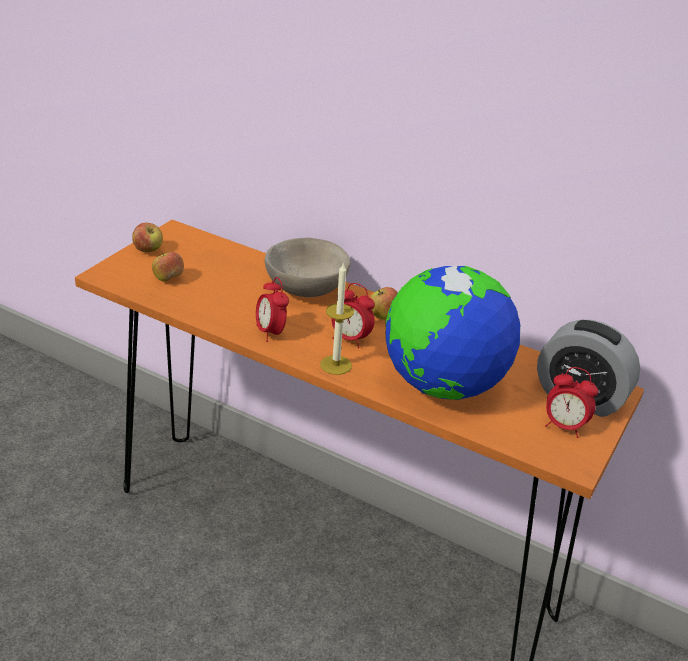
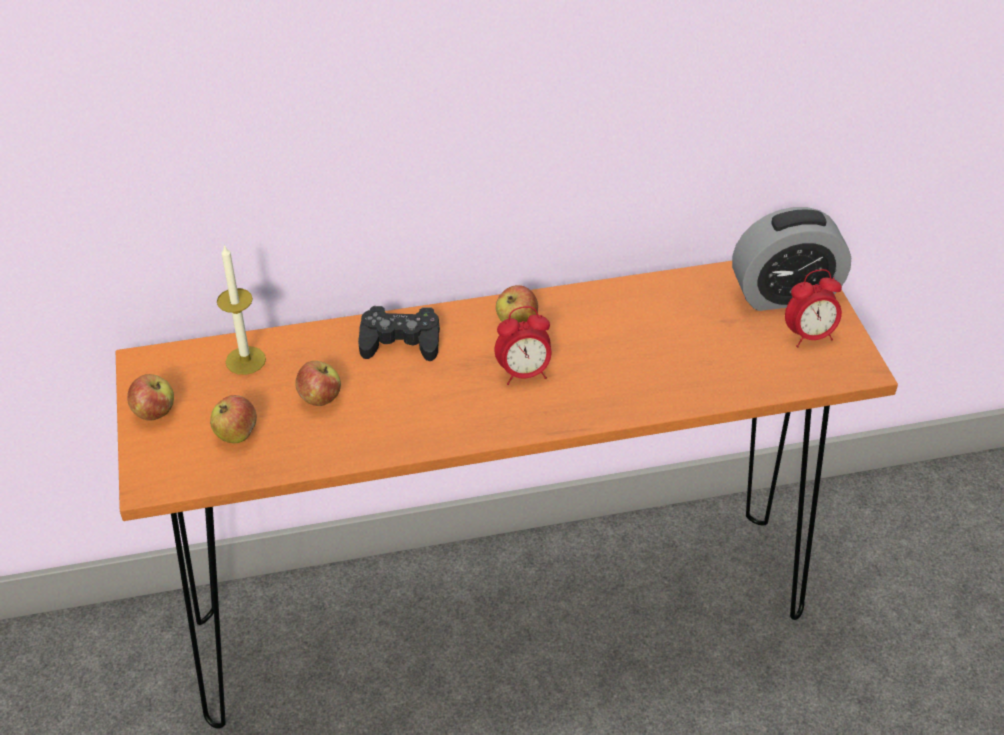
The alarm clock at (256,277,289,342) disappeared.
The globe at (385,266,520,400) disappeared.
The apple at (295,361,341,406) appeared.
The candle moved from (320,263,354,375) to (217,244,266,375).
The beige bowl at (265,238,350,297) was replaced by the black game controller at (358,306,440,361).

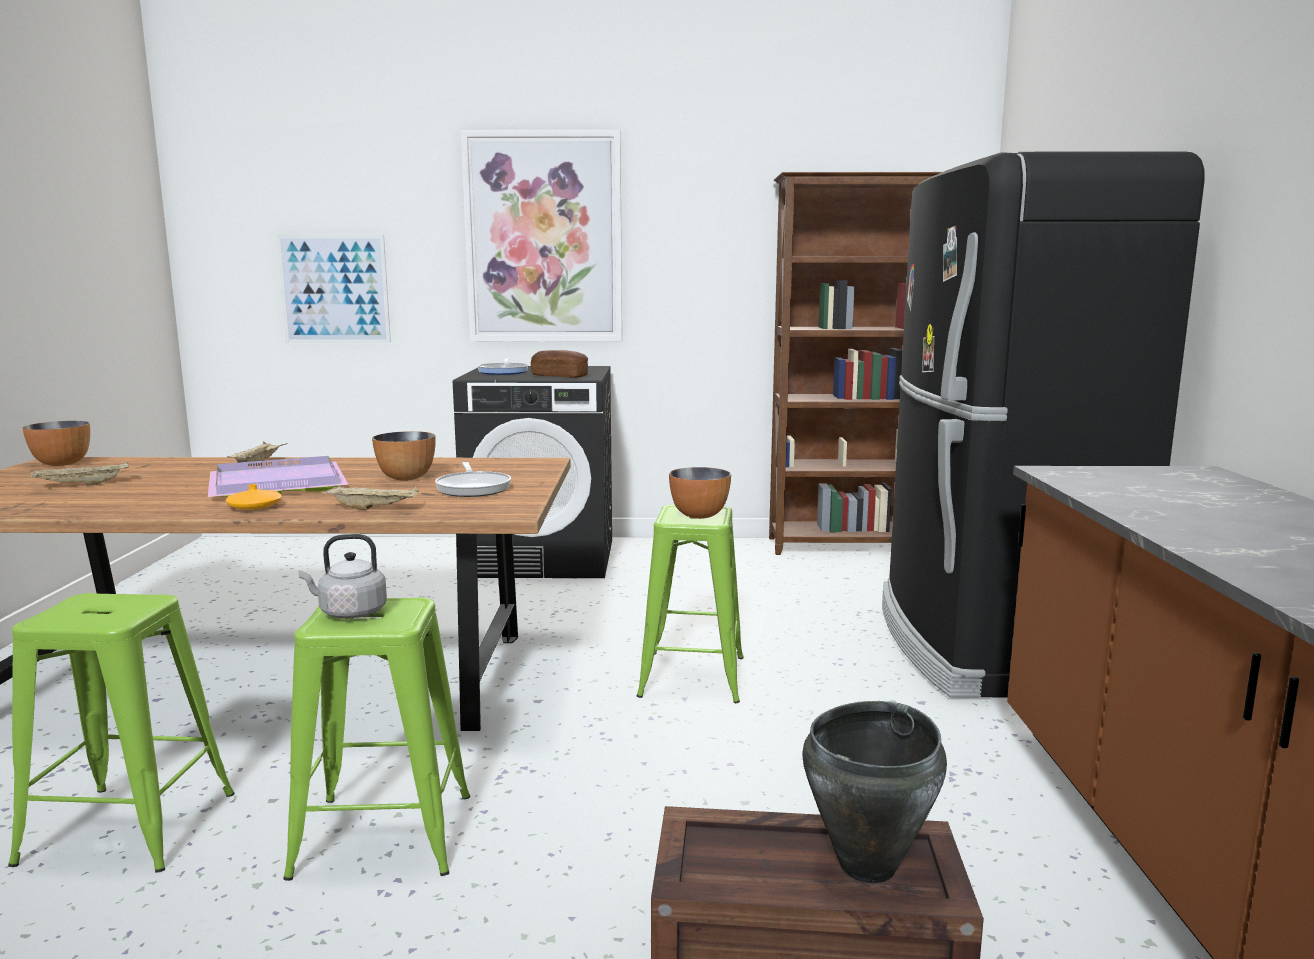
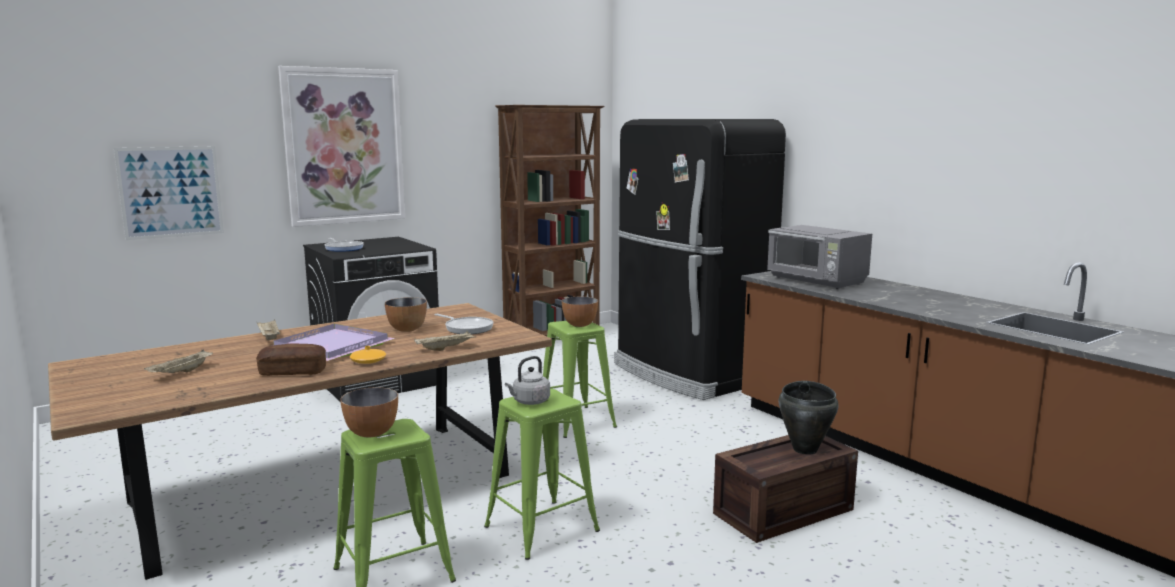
The grey microwave at (767,225,872,289) appeared.
The bowl moved from (23,421,90,466) to (340,387,398,437).
The bread moved from (531,350,588,378) to (256,343,326,376).

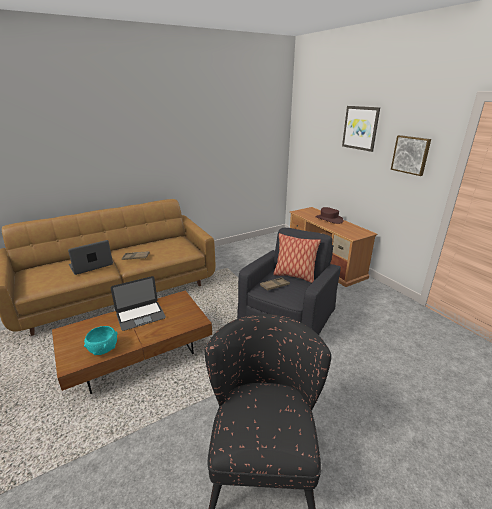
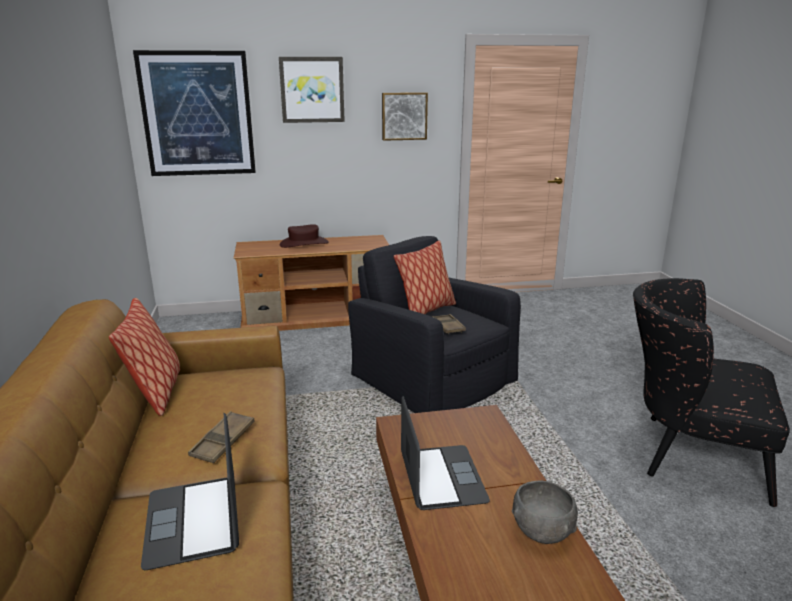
The pillow at (109,298,180,416) appeared.
The picture at (133,50,256,176) appeared.
The turquoise bowl at (84,326,118,355) became the grey bowl at (512,480,578,544).

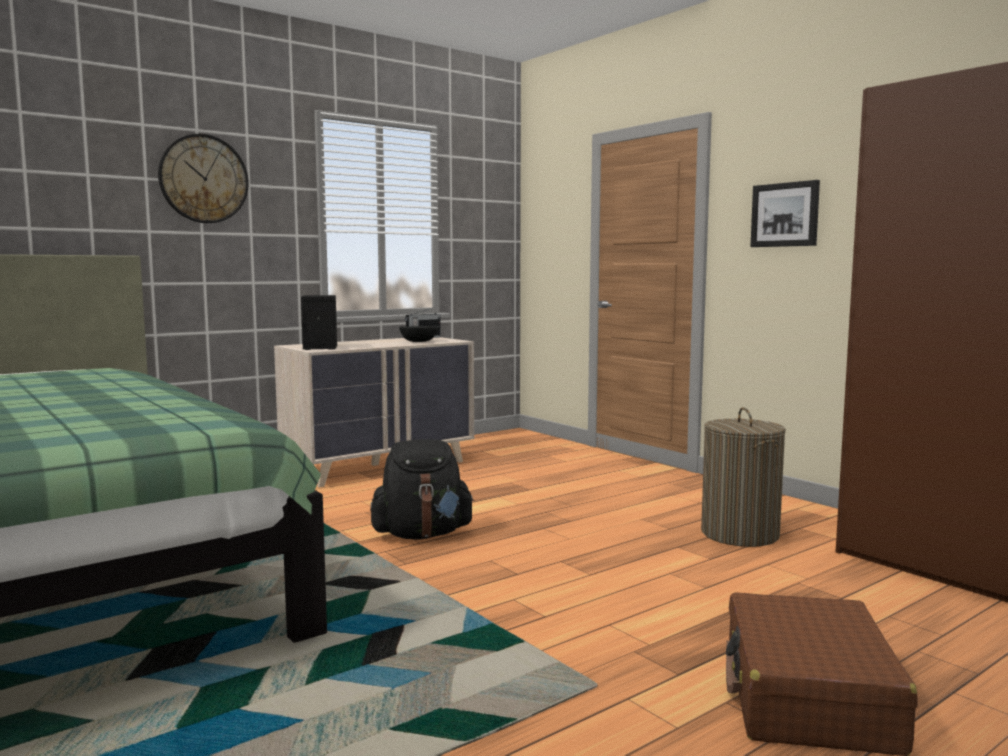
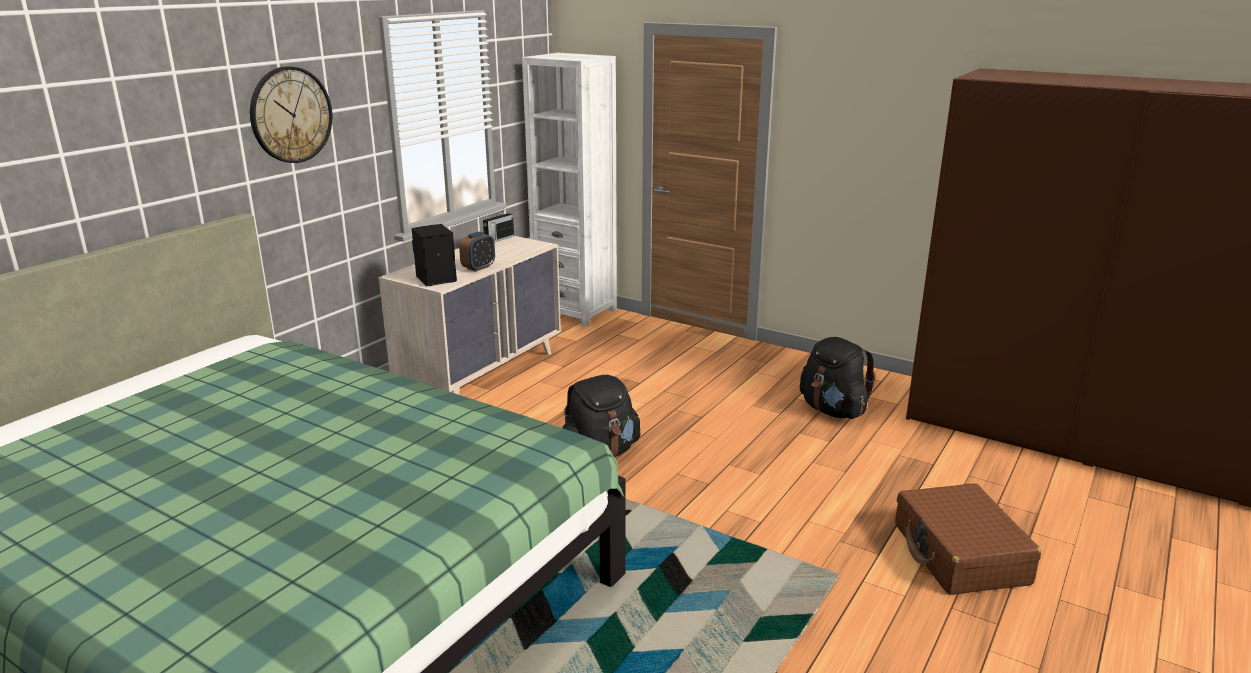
The black bowl at (399,326,439,342) disappeared.
The picture at (750,180,820,247) disappeared.
The alarm clock at (459,232,495,272) appeared.
The white bookcase at (522,53,617,327) appeared.
The laundry basket at (701,407,786,547) was replaced by the black backpack at (800,337,875,419).

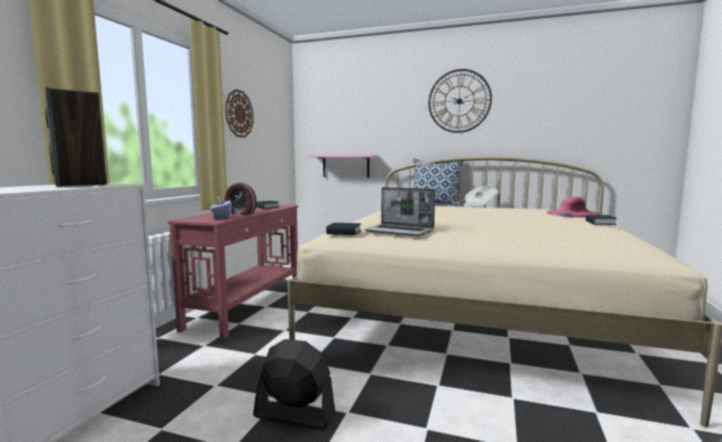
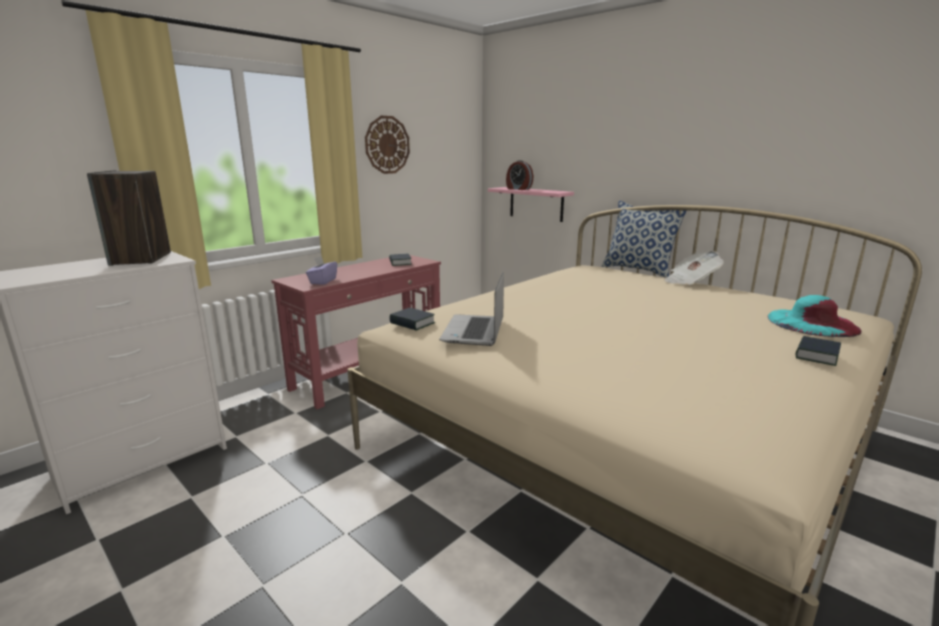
The black fan at (253,339,336,430) disappeared.
The wall clock at (428,69,492,133) disappeared.
The alarm clock moved from (224,182,257,215) to (506,160,533,190).
The pink hat at (547,197,600,217) became the turquoise hat at (768,295,861,337).
The laptop at (364,187,435,236) turned 45 degrees clockwise.

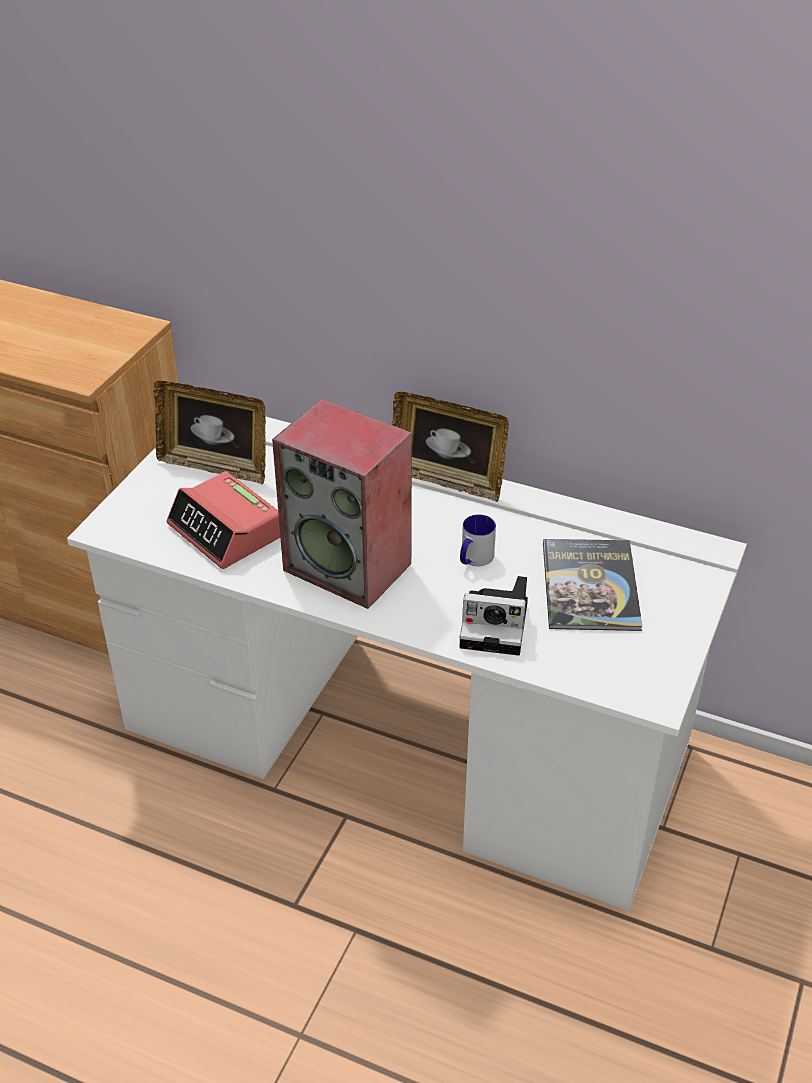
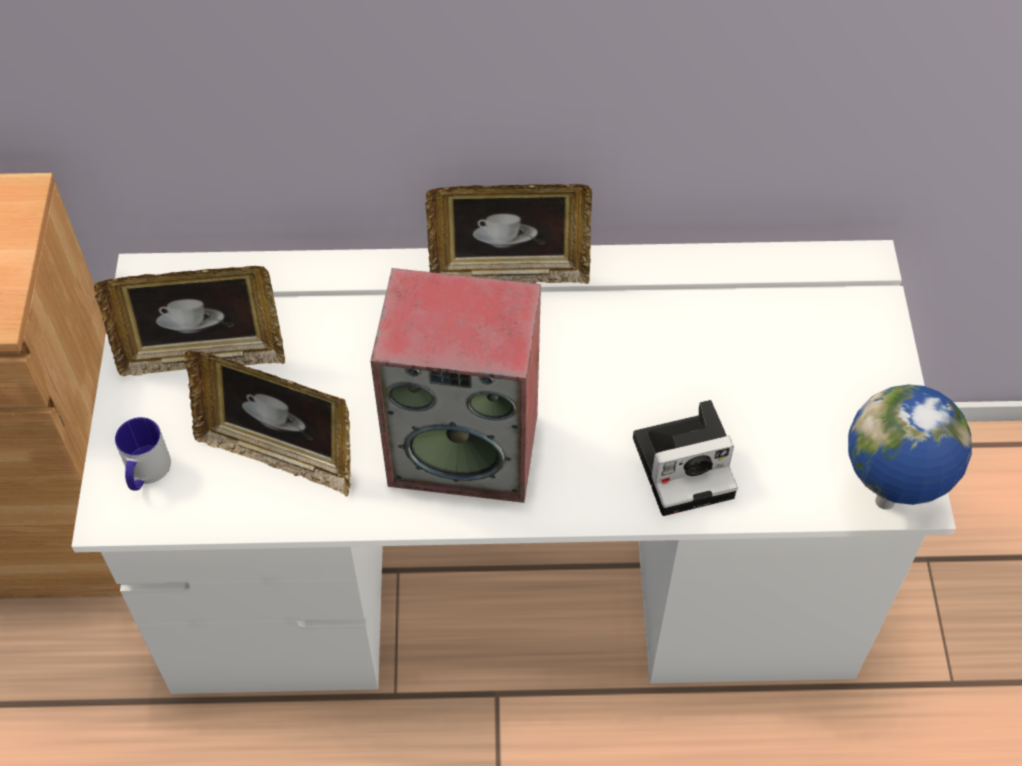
The book at (543,539,642,631) disappeared.
The globe at (848,384,972,510) appeared.
The mug moved from (460,514,496,566) to (115,417,171,491).
The alarm clock at (167,471,280,569) was replaced by the picture frame at (184,350,351,496).

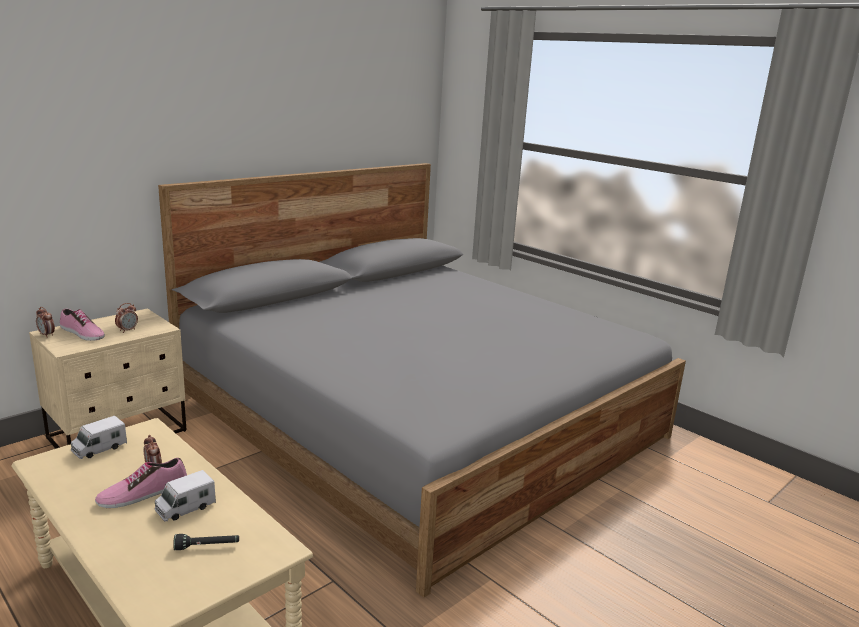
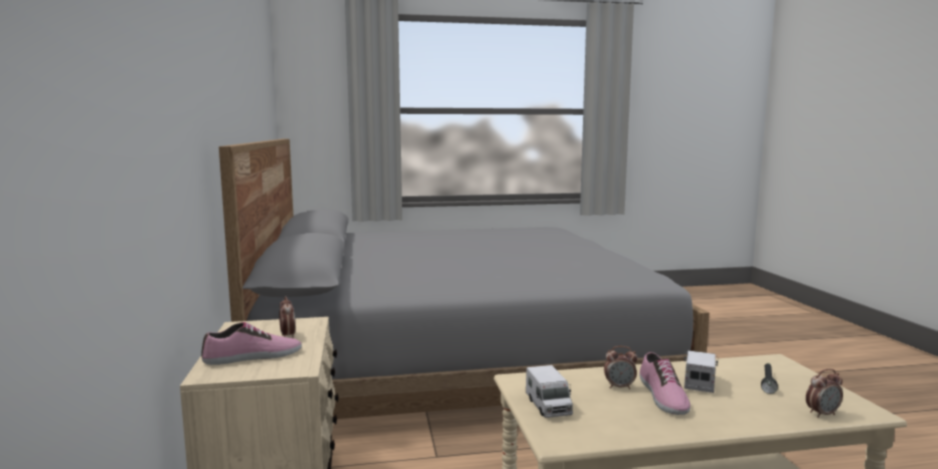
The alarm clock moved from (36,307,55,338) to (806,369,843,418).
The toy truck at (154,470,216,521) turned 150 degrees counterclockwise.

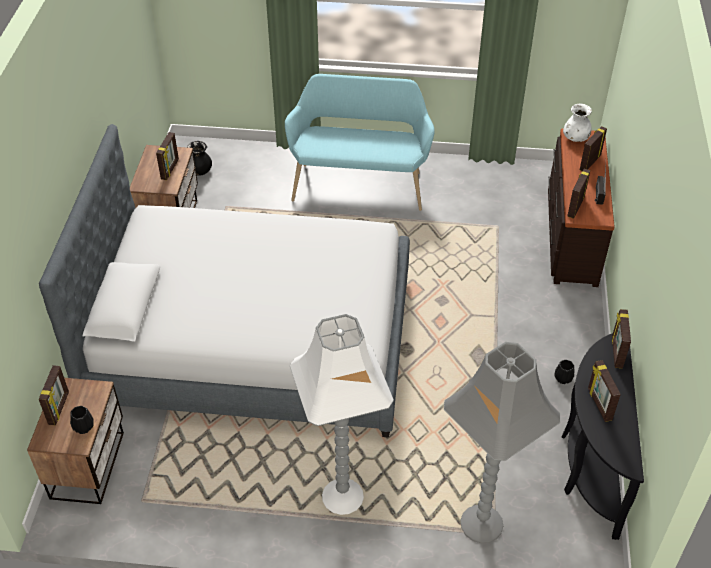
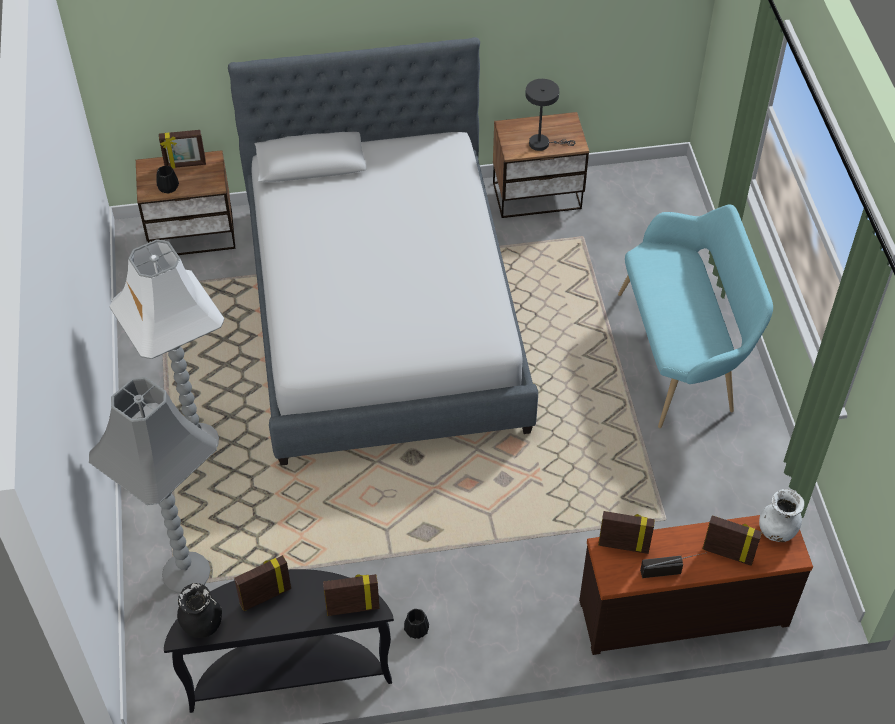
The black vase moved from (187,141,212,176) to (177,583,222,638).
The picture frame at (156,132,179,180) was replaced by the grey table lamp at (525,79,575,151).

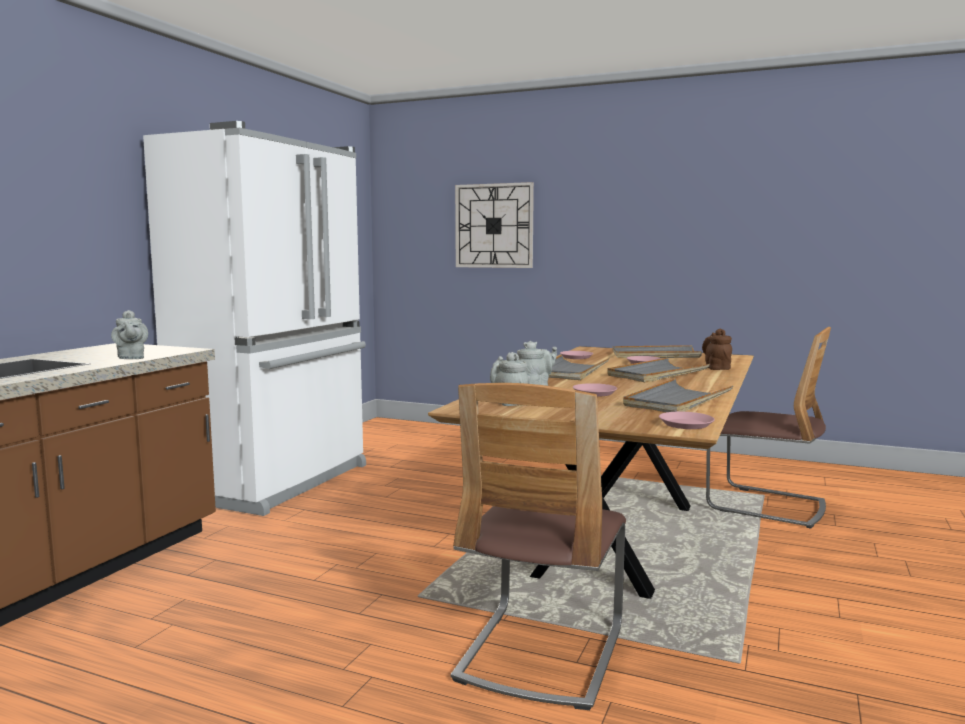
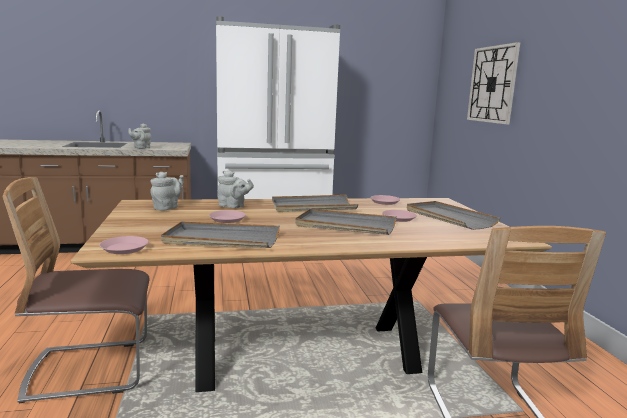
The brown teapot at (702,329,732,370) disappeared.

